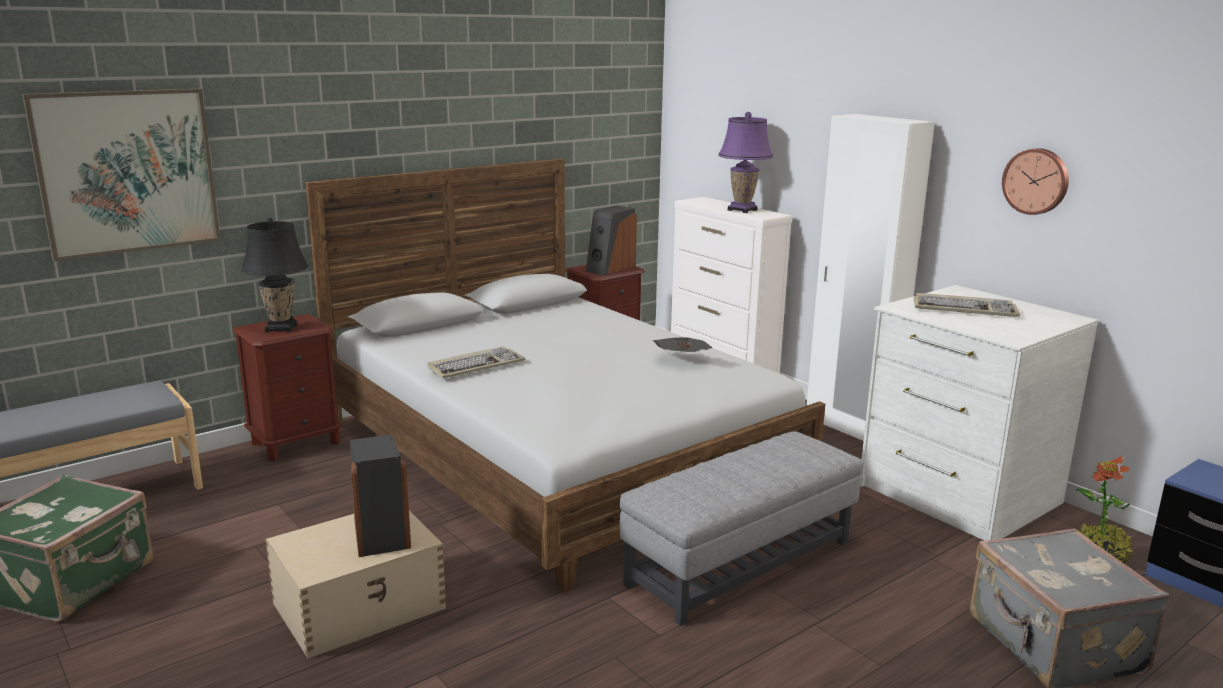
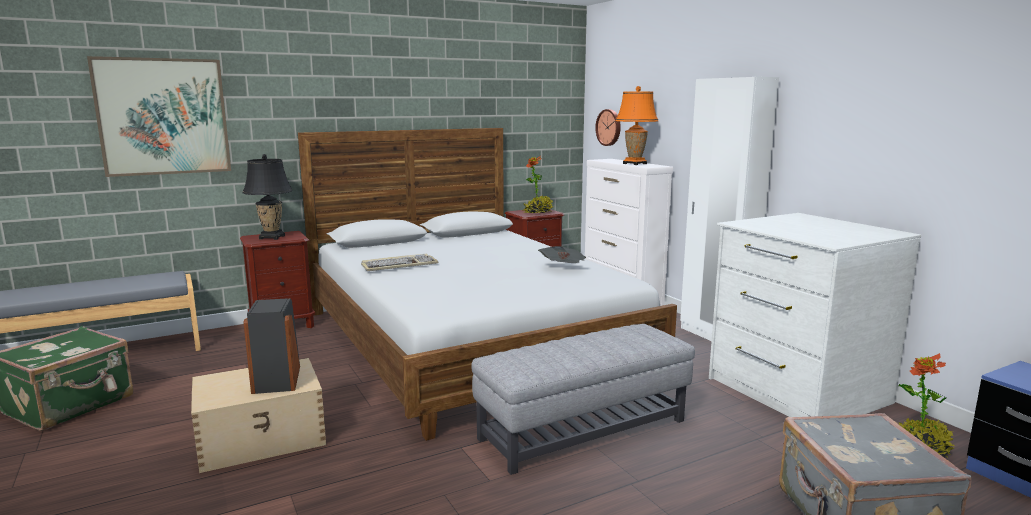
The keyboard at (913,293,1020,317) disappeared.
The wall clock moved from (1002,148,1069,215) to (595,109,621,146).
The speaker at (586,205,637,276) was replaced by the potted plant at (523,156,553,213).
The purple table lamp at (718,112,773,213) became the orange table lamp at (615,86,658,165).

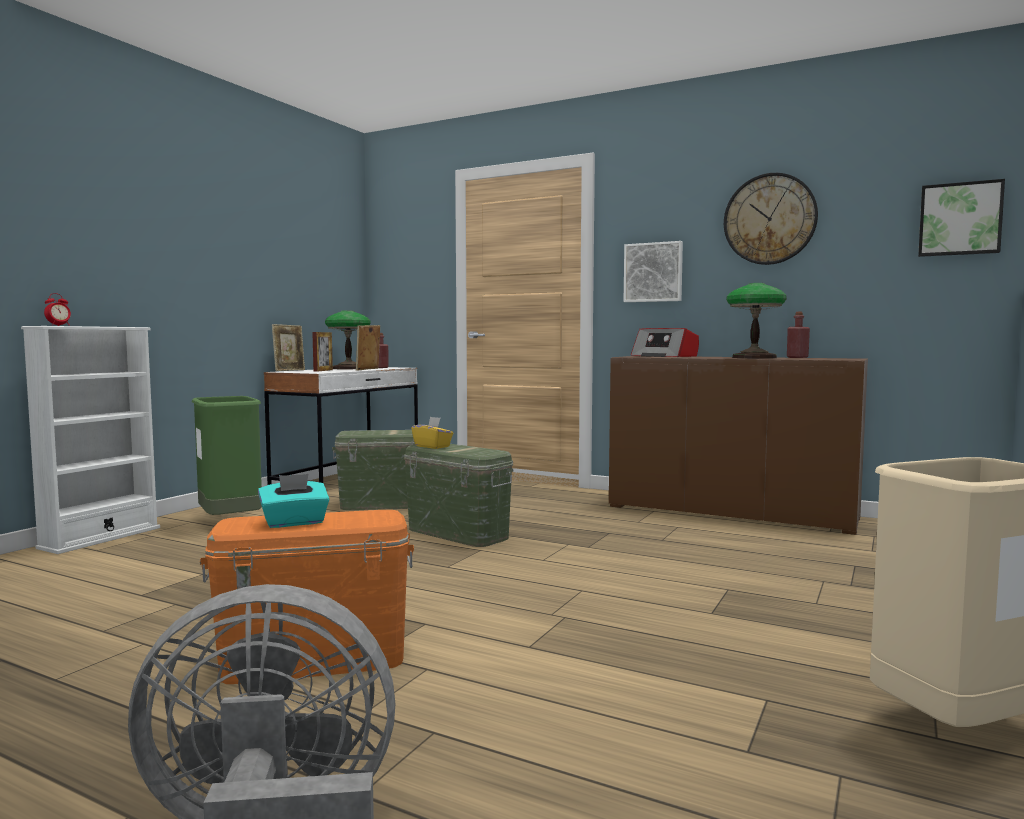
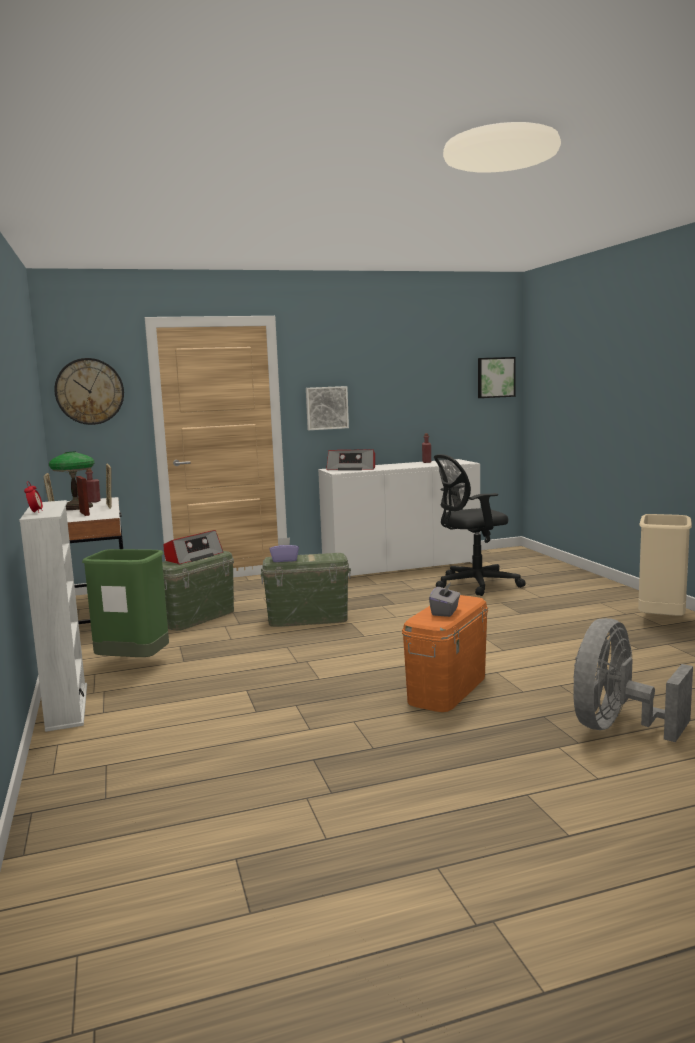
The table lamp at (726,283,787,359) disappeared.
The radio at (163,530,223,564) appeared.
The black office chair at (434,454,526,596) appeared.
The wall clock moved from (724,173,818,265) to (54,358,124,425).
The turquoise tissue box at (258,474,330,528) became the grey tissue box at (429,582,460,617).
The yellow tissue box at (411,417,453,449) became the purple tissue box at (270,538,299,562).
The brown cabinet at (609,356,868,535) became the white cabinet at (318,459,481,576).

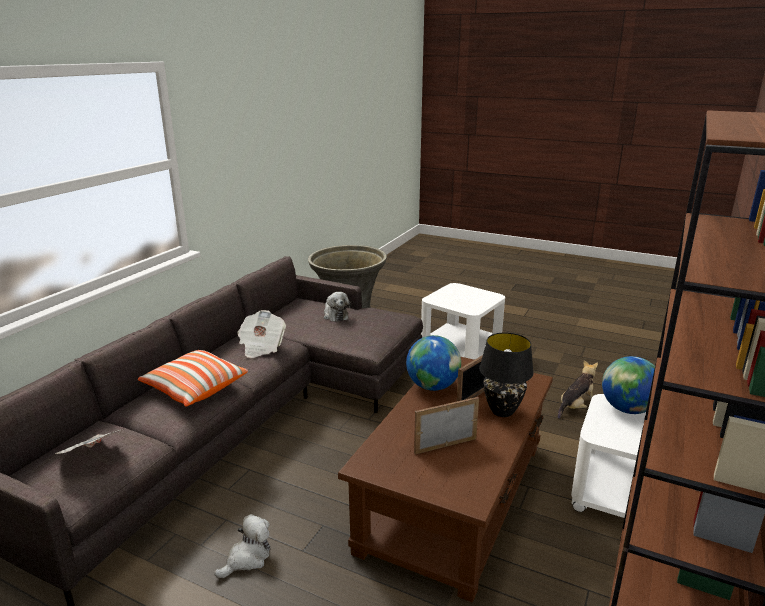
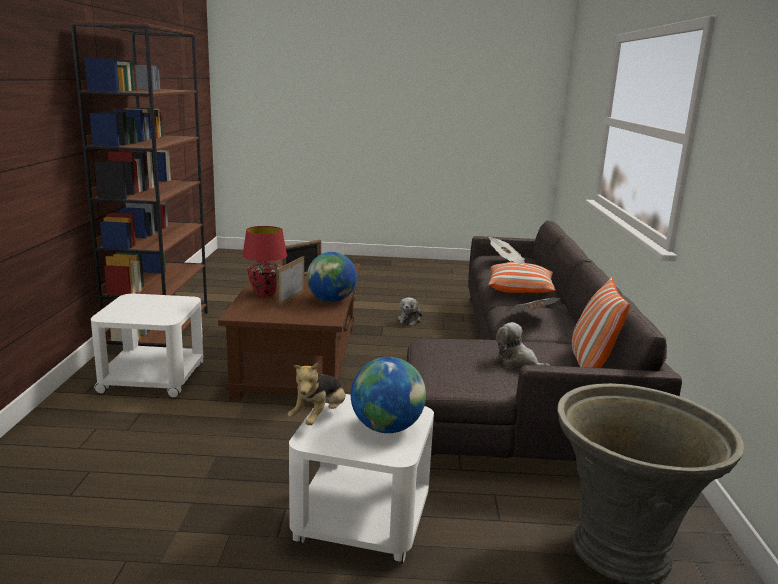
The pillow at (572,277,630,368) appeared.
The plush toy moved from (558,360,598,419) to (288,363,346,425).
The globe moved from (602,356,655,414) to (351,357,426,433).
The black table lamp at (479,332,534,417) became the red table lamp at (242,226,287,296).

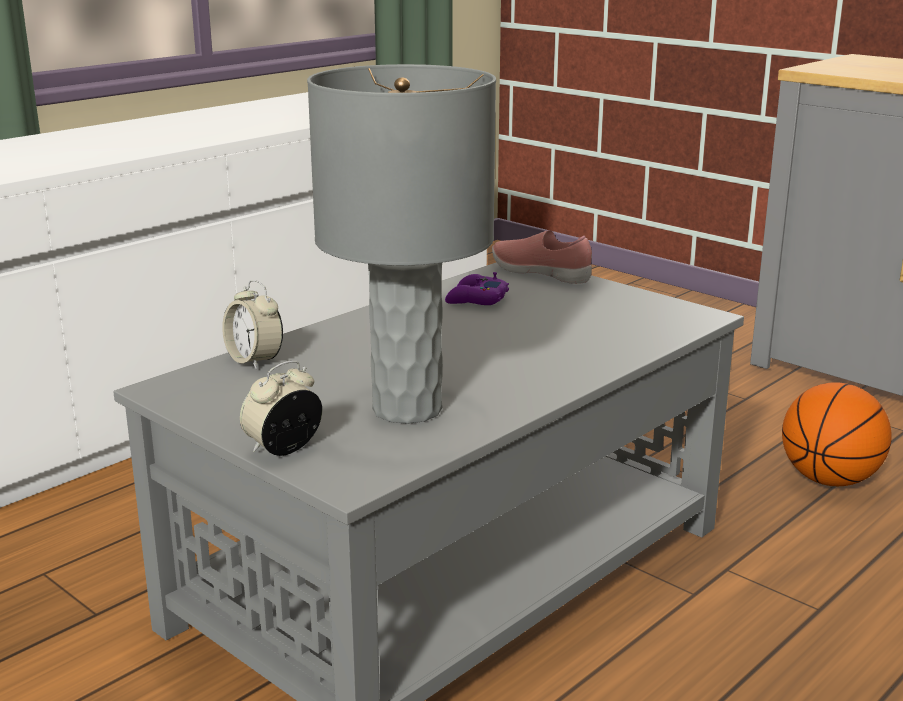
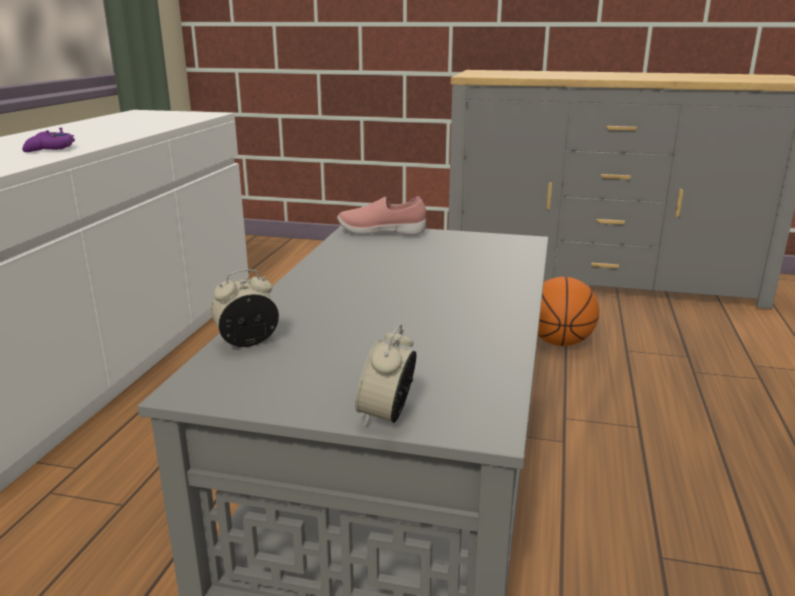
The grey table lamp at (307,64,496,424) disappeared.
The purple game controller moved from (445,272,509,305) to (22,128,75,152).
The alarm clock at (222,280,283,370) turned 135 degrees clockwise.

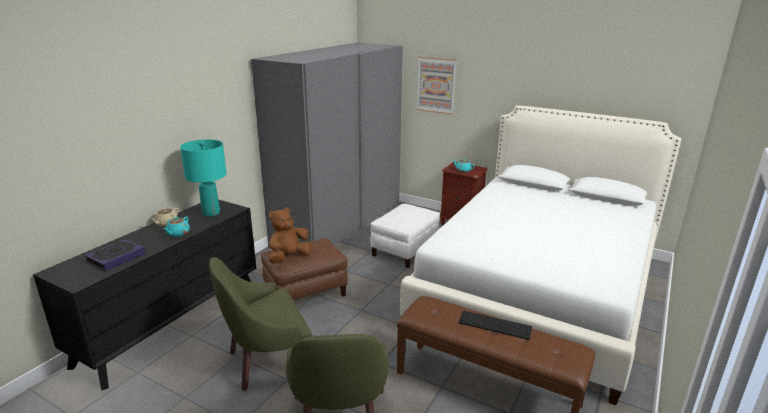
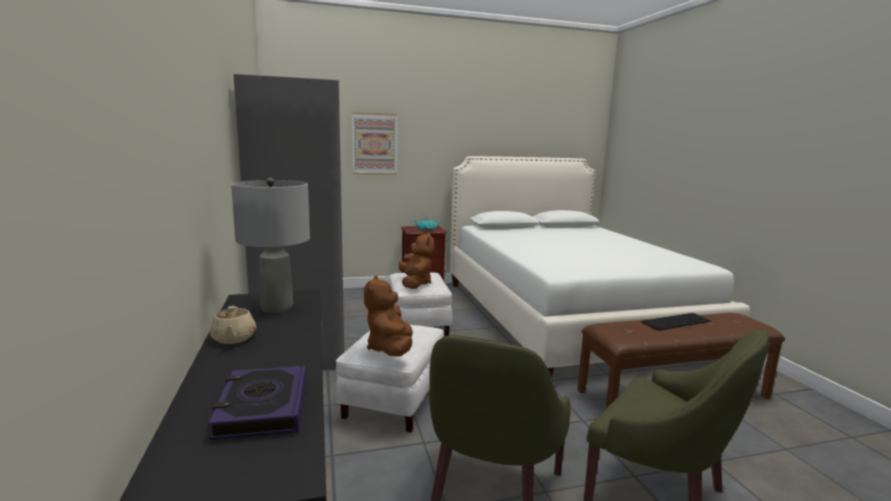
The turquoise teapot at (163,217,190,237) disappeared.
The brown plush toy at (399,232,434,289) appeared.
The turquoise table lamp at (180,139,227,217) became the grey table lamp at (231,178,310,313).
The brown ottoman at (261,238,348,300) became the white ottoman at (336,324,444,432).

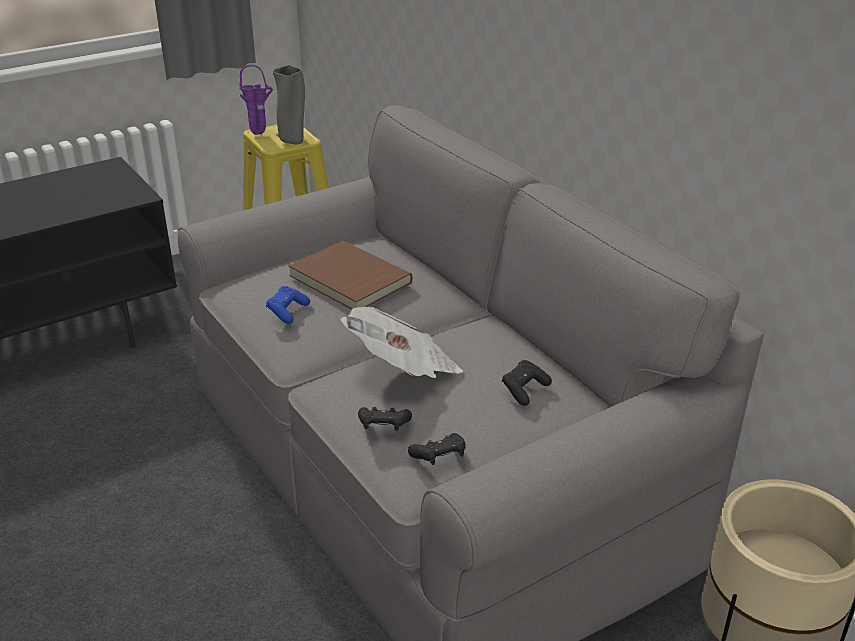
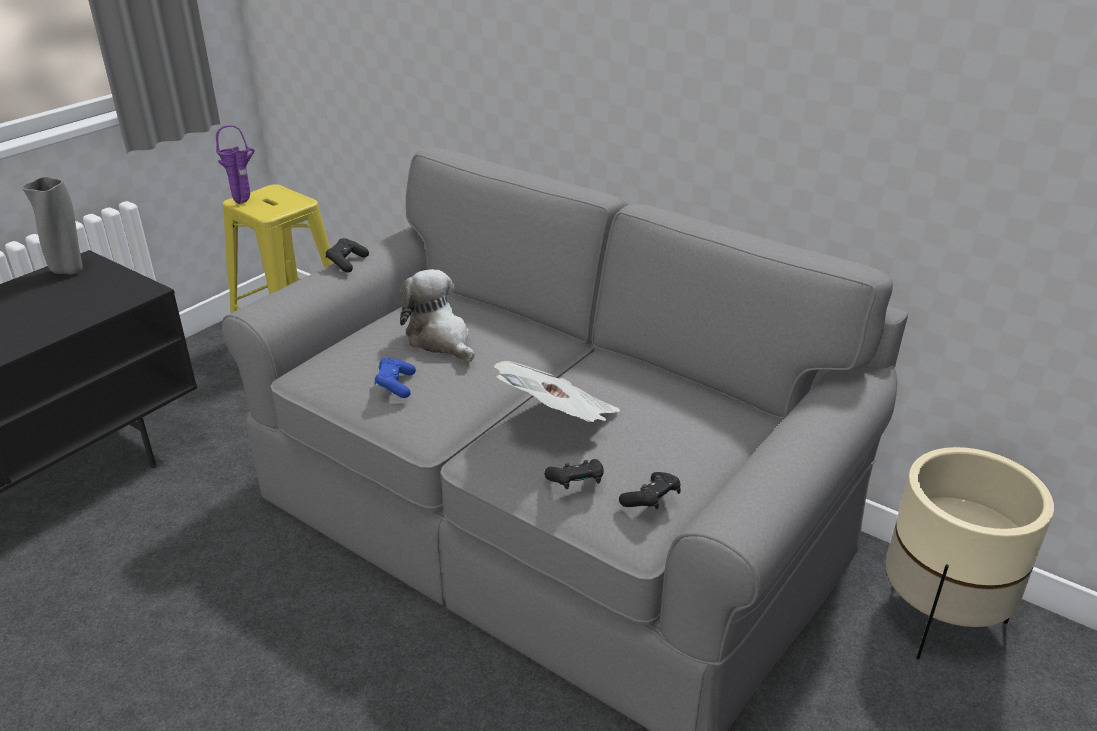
The grey vase moved from (272,65,305,145) to (22,177,83,274).
The black game controller moved from (502,360,552,406) to (326,238,369,273).
The brown book at (288,241,413,309) was replaced by the plush toy at (400,269,474,361).

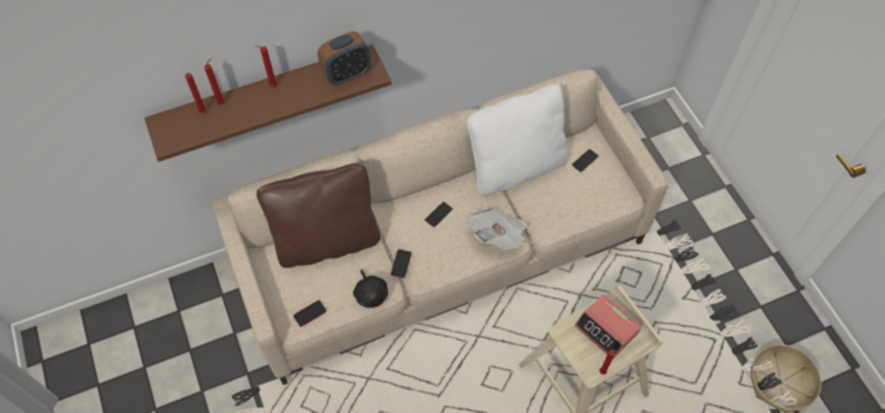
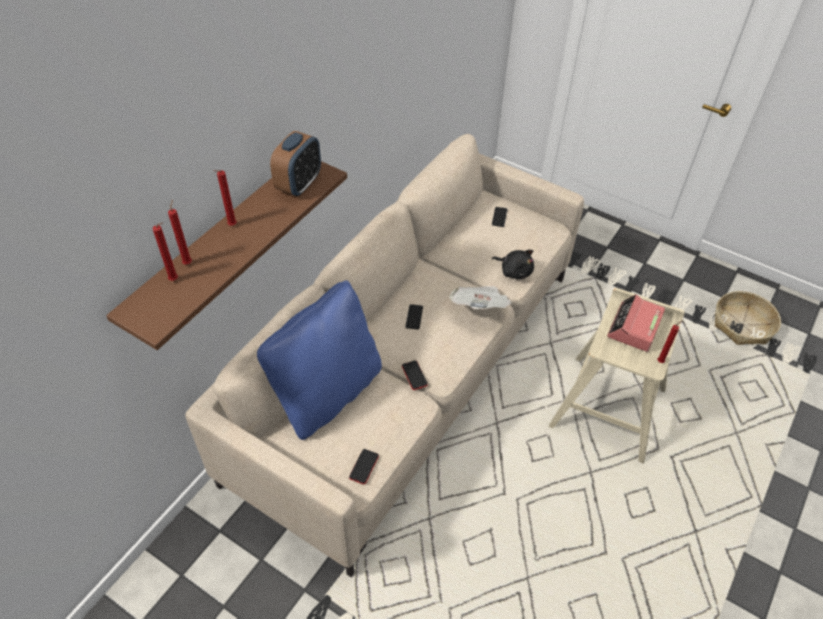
The white pillow at (467,85,567,196) disappeared.
The black plush toy moved from (353,269,388,308) to (492,250,534,279).
The brown pillow at (256,163,380,268) became the blue pillow at (257,280,382,440).
The alarm clock at (574,294,641,360) turned 105 degrees clockwise.

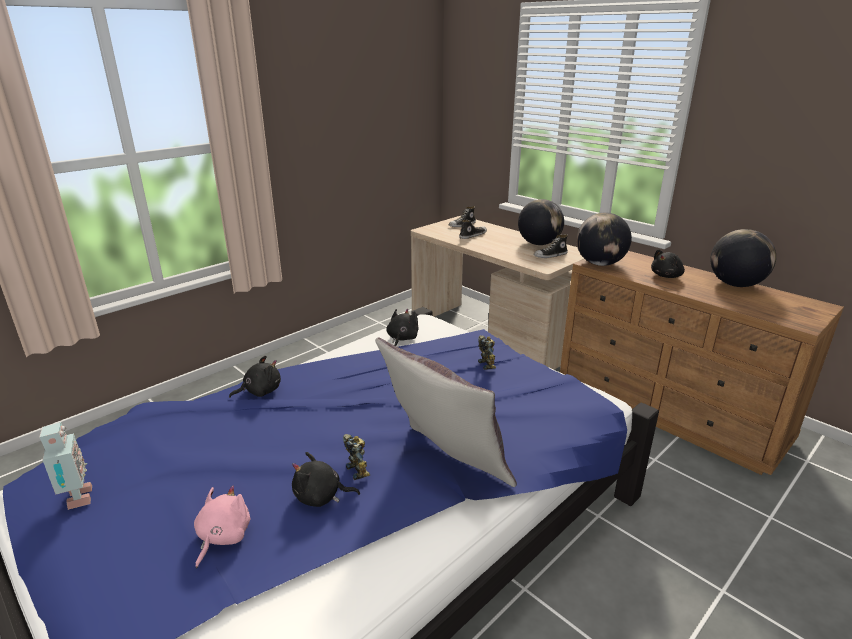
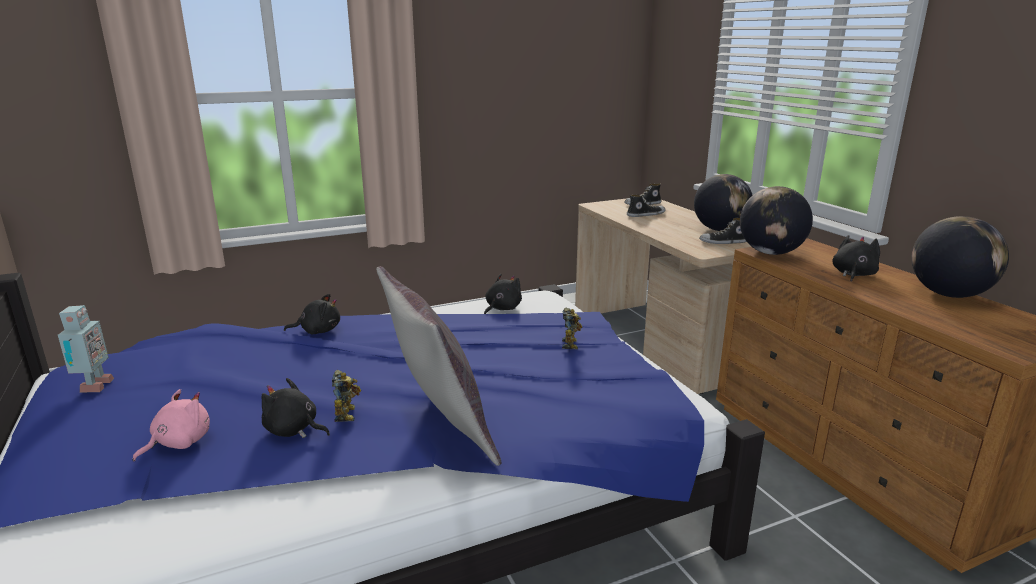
The black plush toy at (651,249,685,278) turned 135 degrees clockwise.

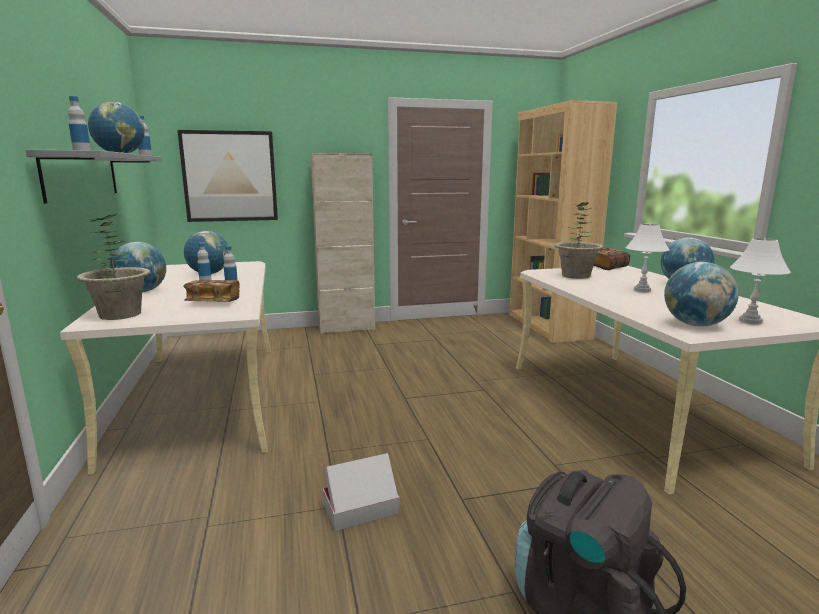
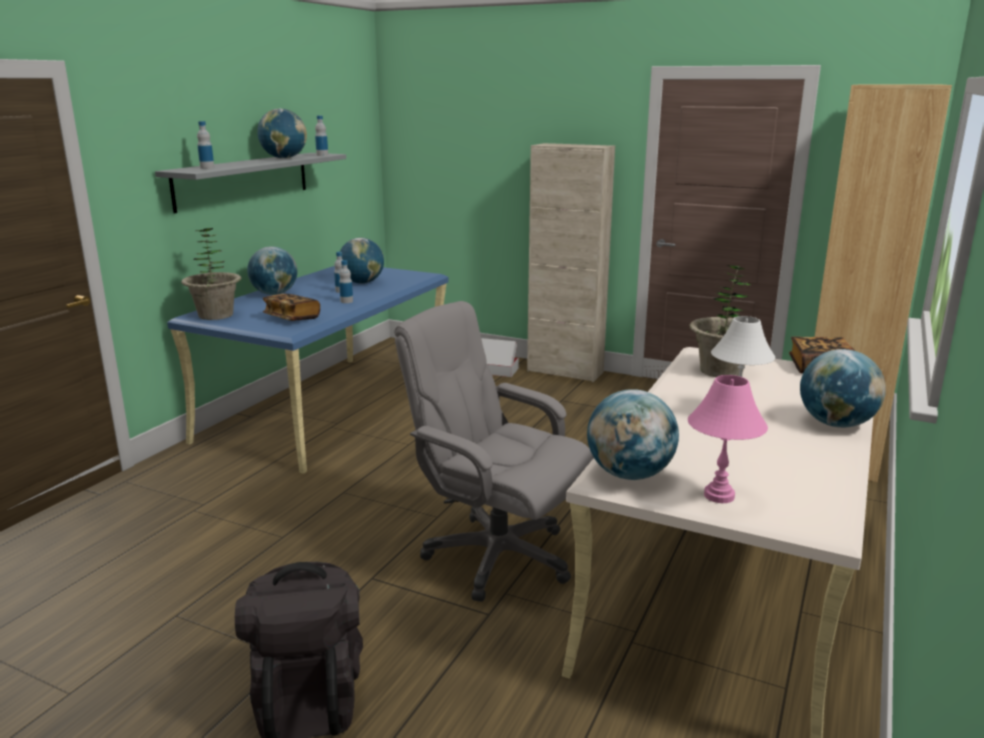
The picture at (177,130,278,222) disappeared.
The grey office chair at (394,301,594,602) appeared.
The cardboard box moved from (322,453,400,531) to (481,338,519,377).
The beige desk at (60,261,271,475) became the blue desk at (167,266,448,474).
The white table lamp at (730,238,791,325) became the pink table lamp at (688,375,768,503).

